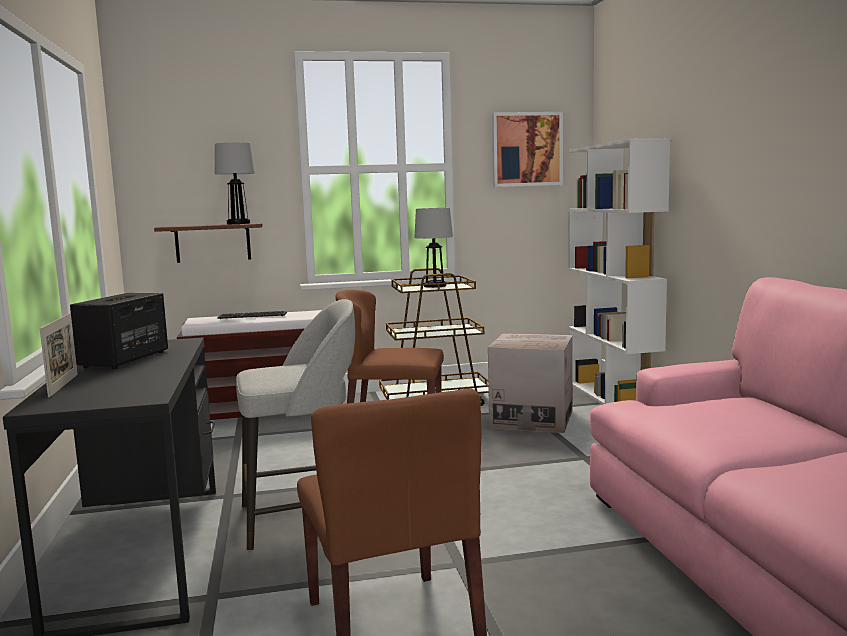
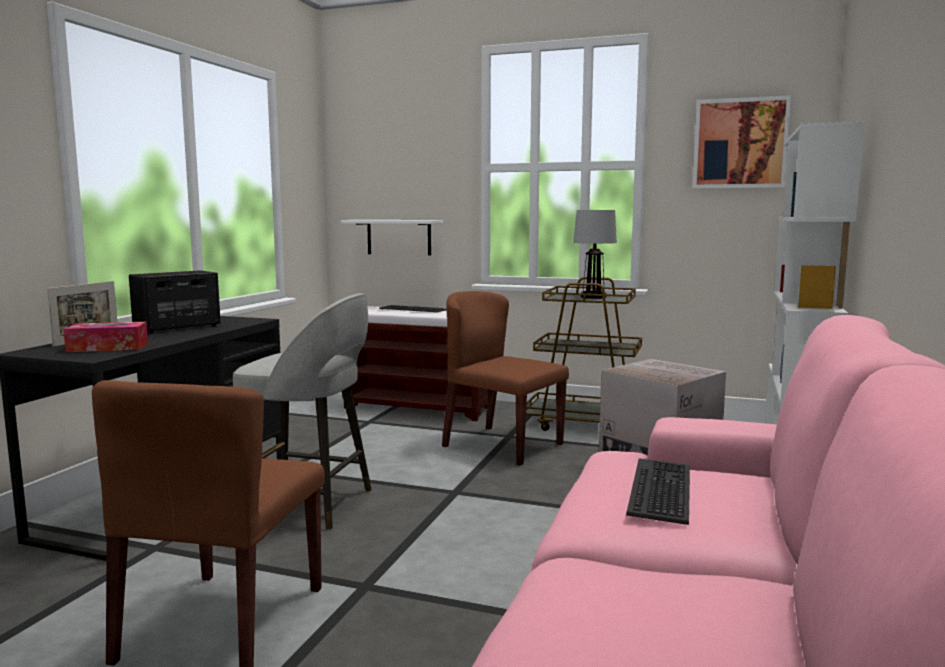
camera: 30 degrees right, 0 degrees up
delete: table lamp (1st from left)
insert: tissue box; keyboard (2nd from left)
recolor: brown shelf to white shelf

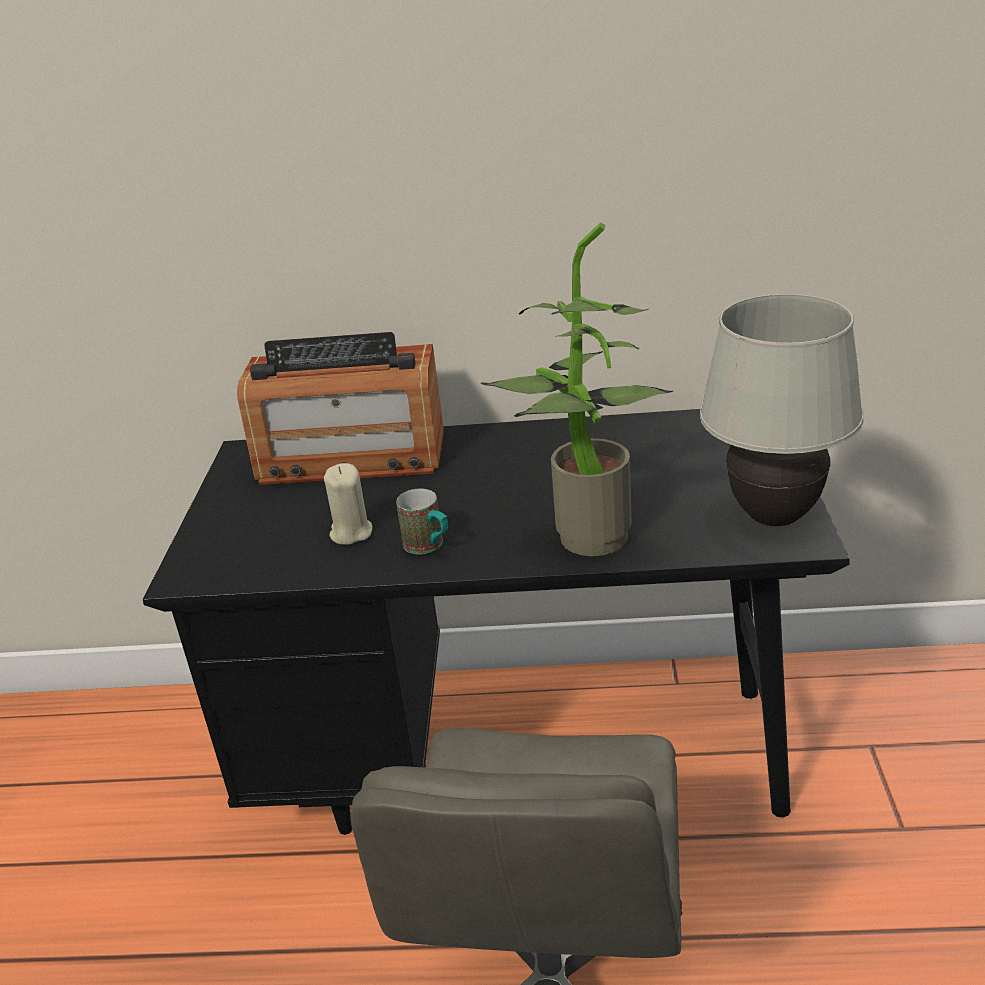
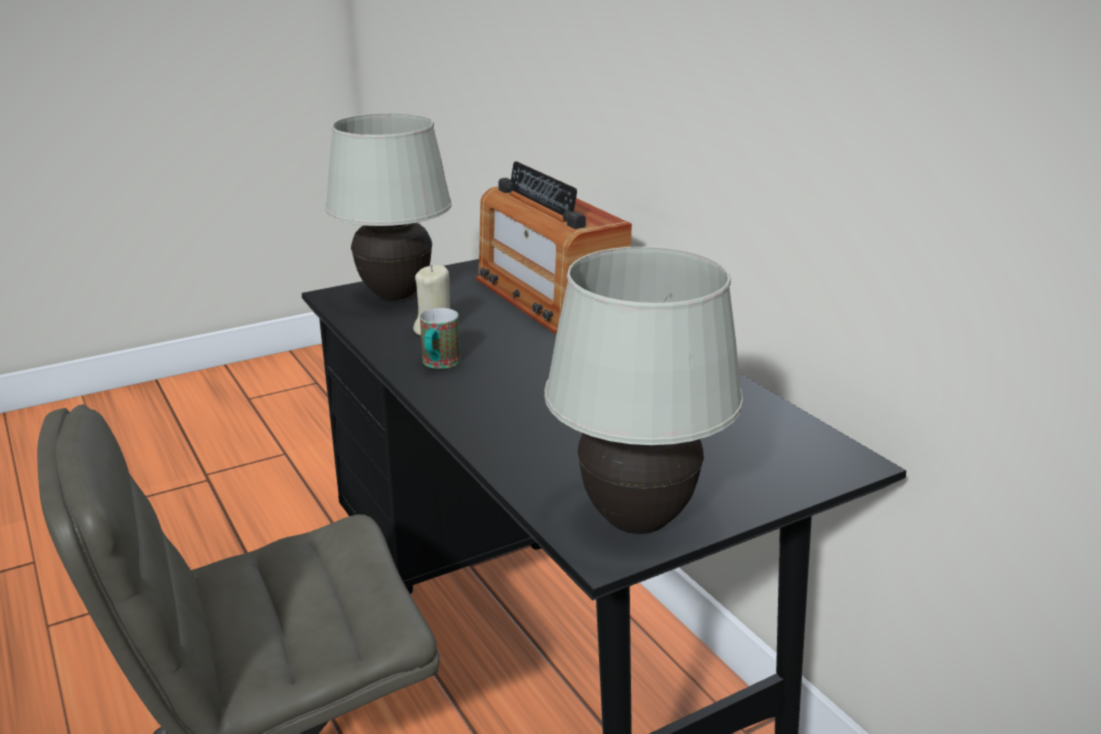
camera: 55 degrees right, 5 degrees down
delete: potted plant
insert: white table lamp (1st from left)

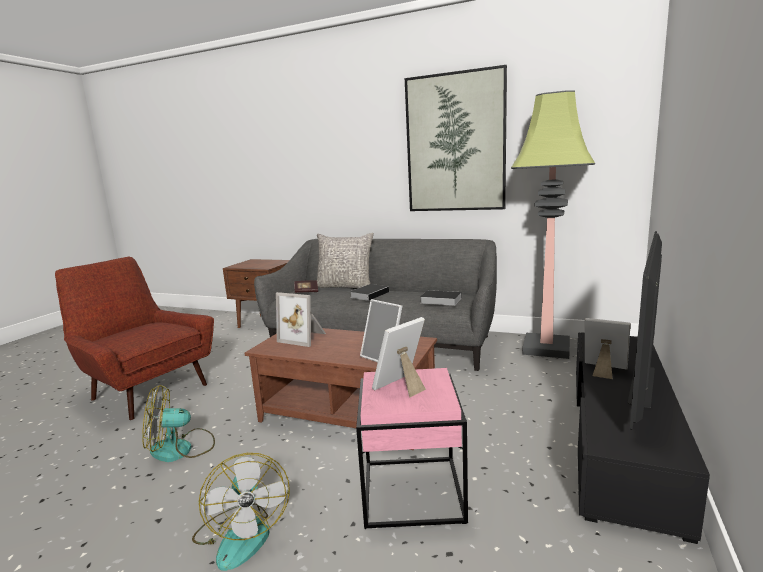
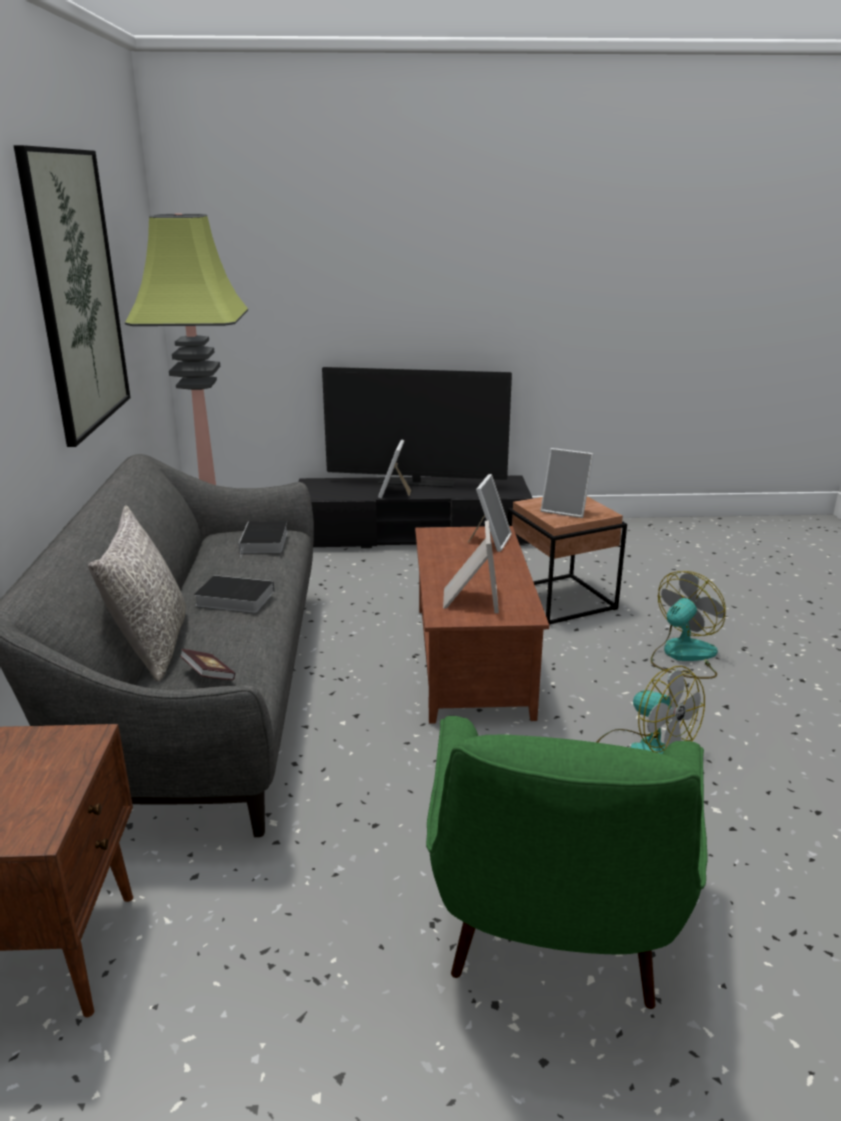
camera: 115 degrees left, 10 degrees up
recolor: red armchair to green armchair; pink side table to brown side table

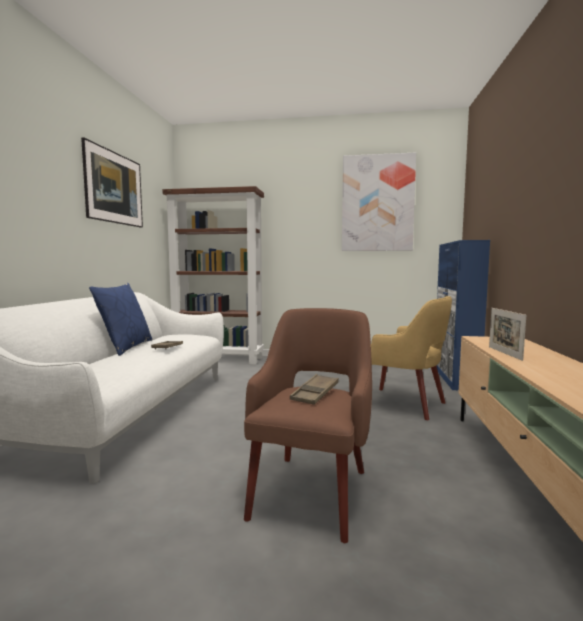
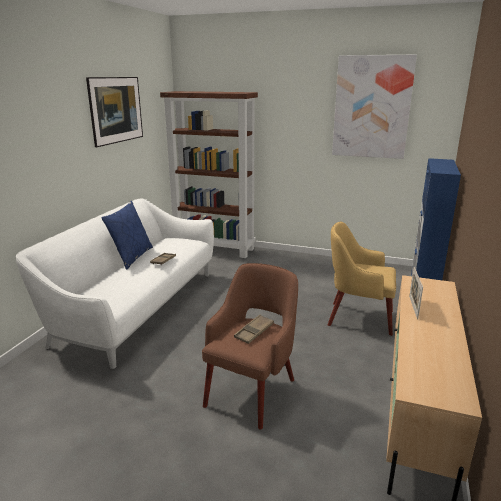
camera: 10 degrees right, 15 degrees up
rotate: yellow armchair 150 degrees clockwise

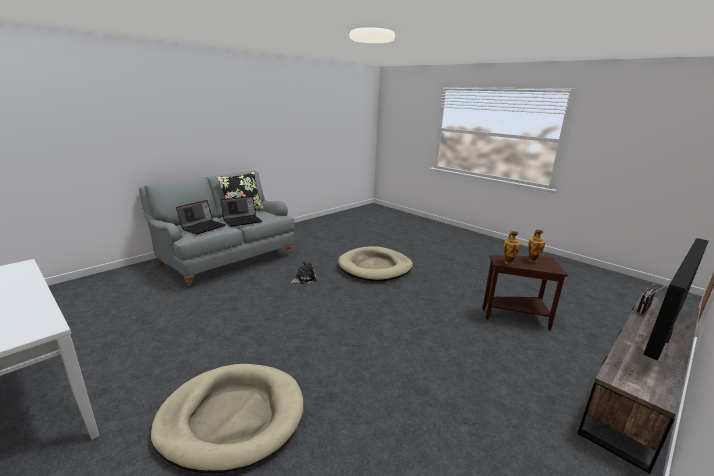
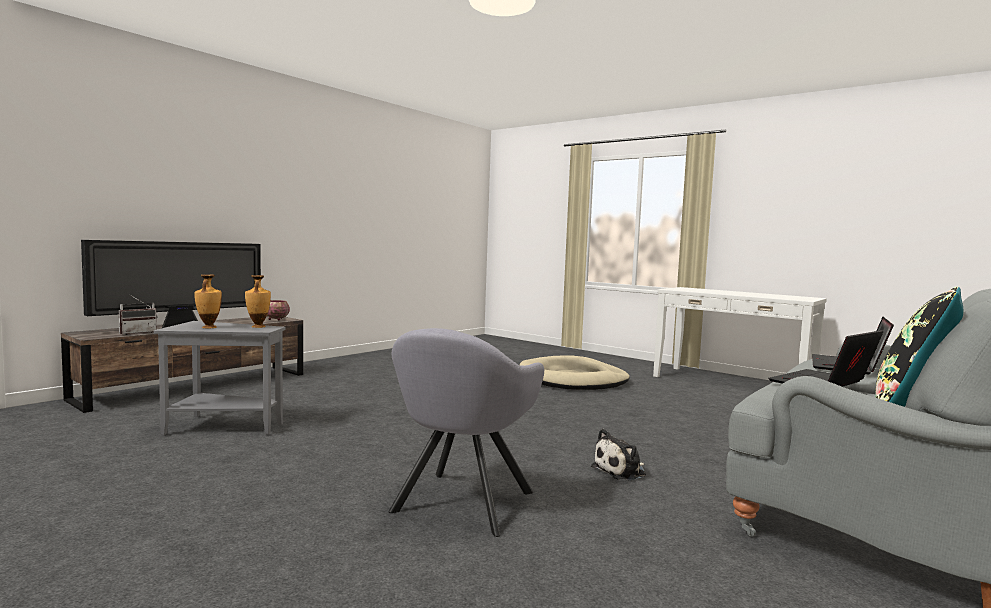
camera: 175 degrees right, 15 degrees down
insert: bowl
replace: beige dog bed (2nd from left) to grey armchair
recolor: brown side table to grey side table

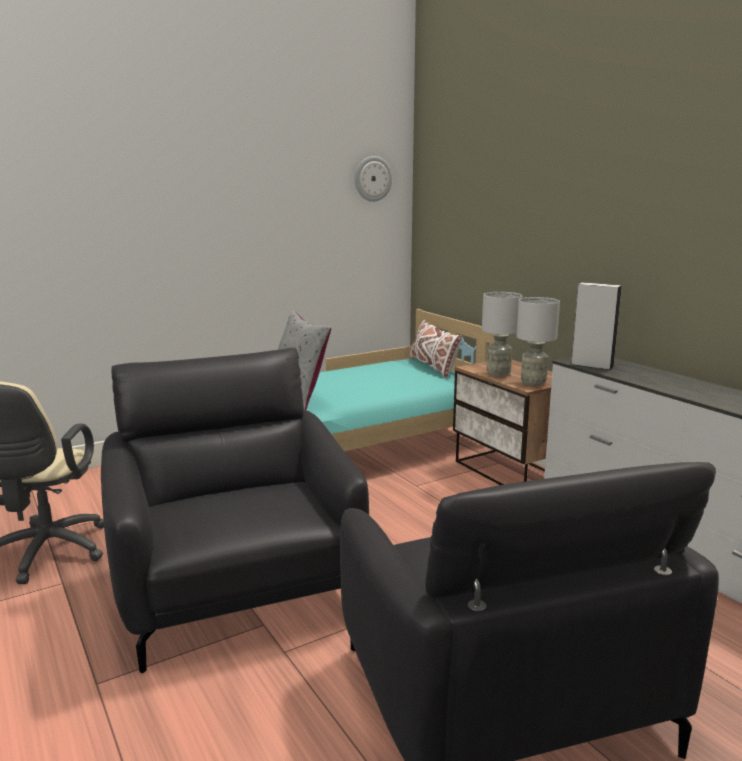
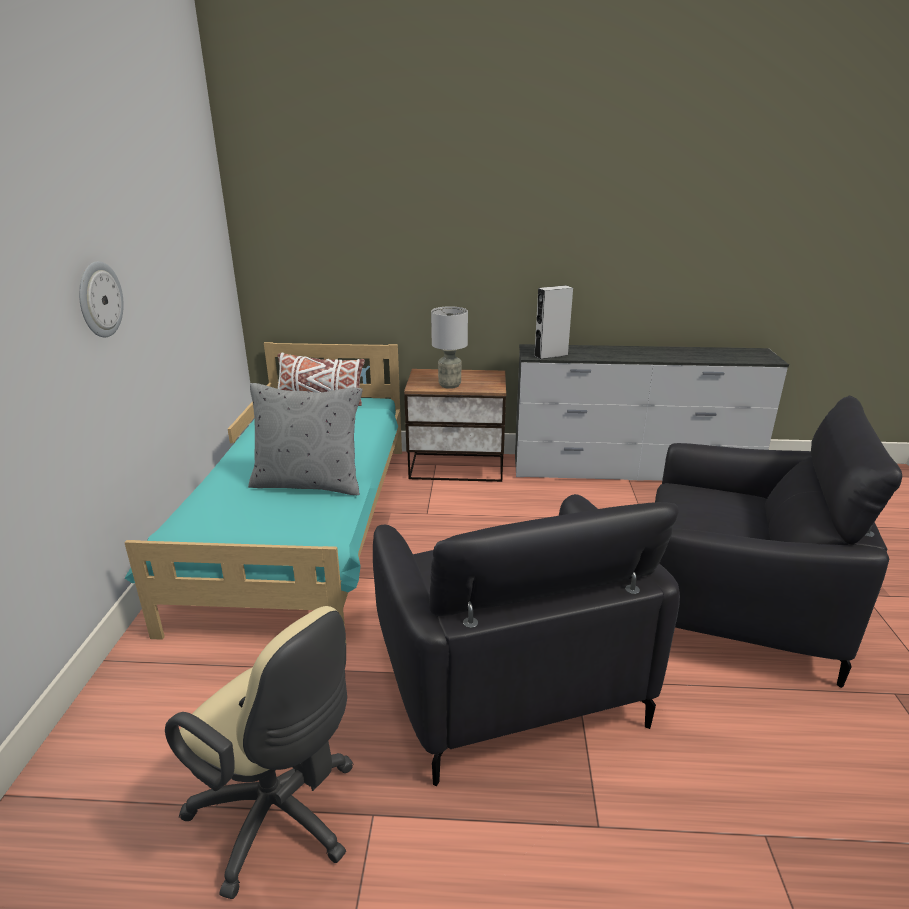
camera: 55 degrees left, 10 degrees up
delete: grey table lamp (2nd from left)
move: wall clock
rotate: black armchair (1st from left) 120 degrees counterclockwise

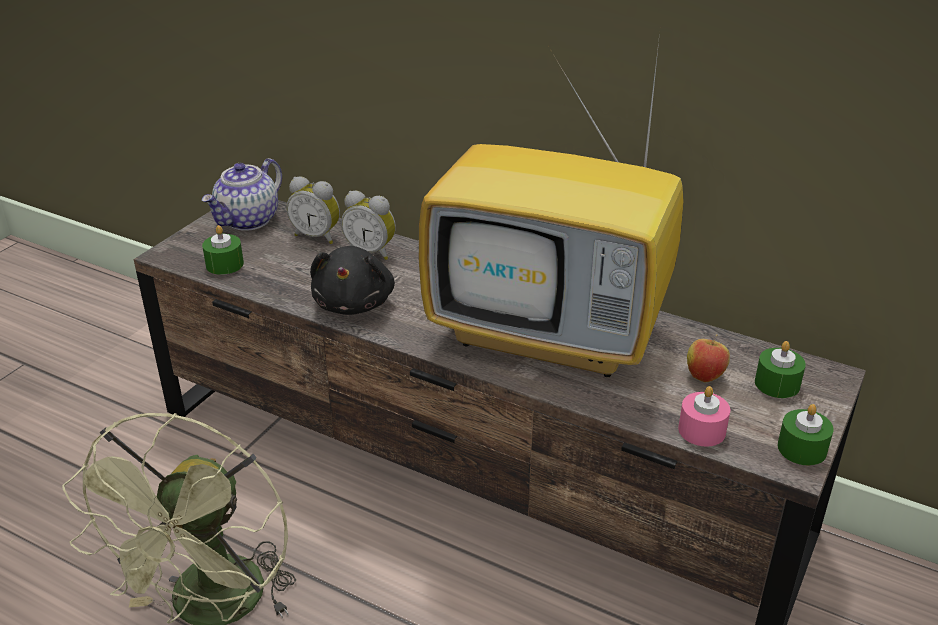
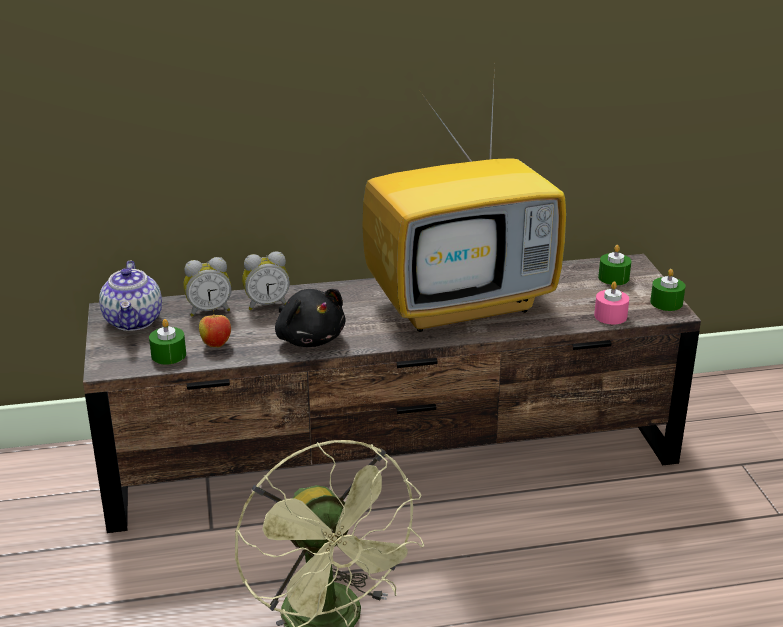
camera: 40 degrees left, 5 degrees down
move: apple

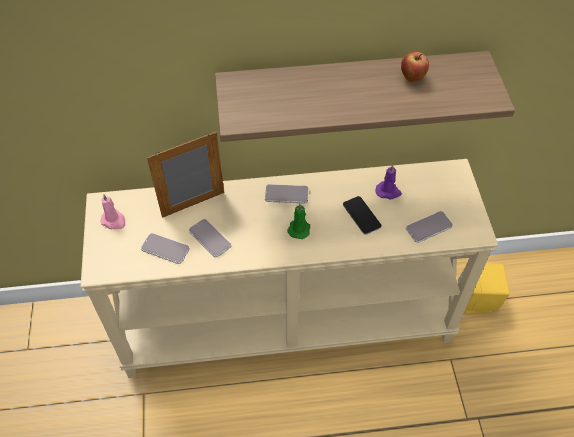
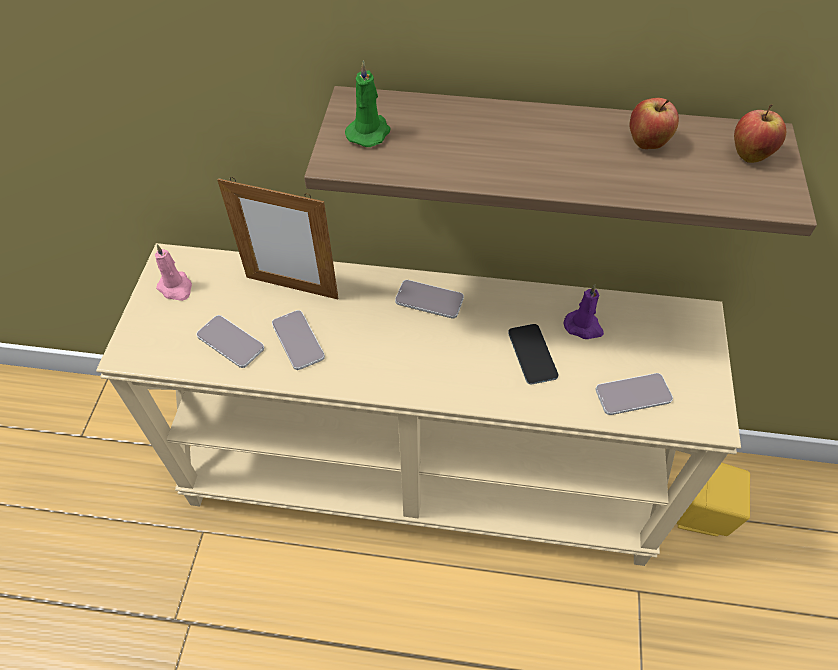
camera: 15 degrees right, 0 degrees up
insert: apple (2nd from left)
move: green candle
rotate: picture frame 150 degrees counterclockwise

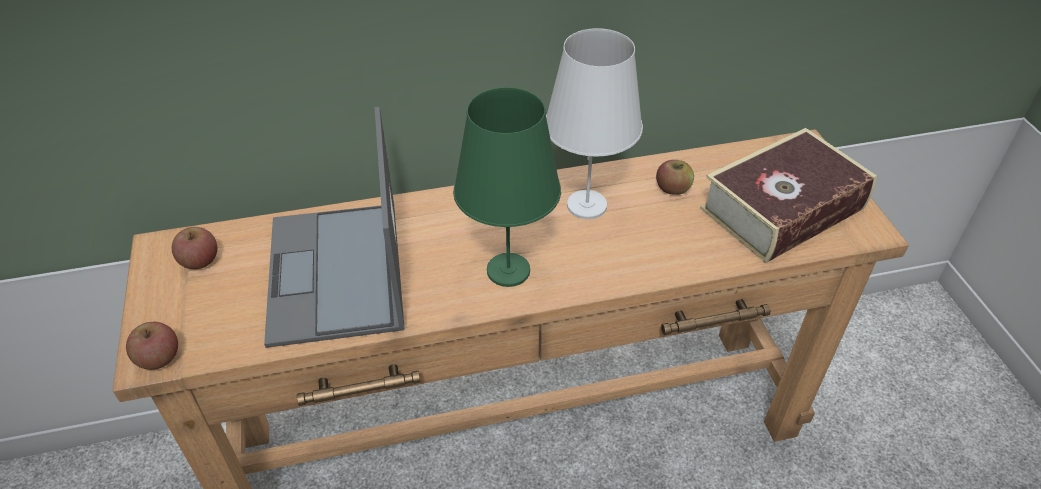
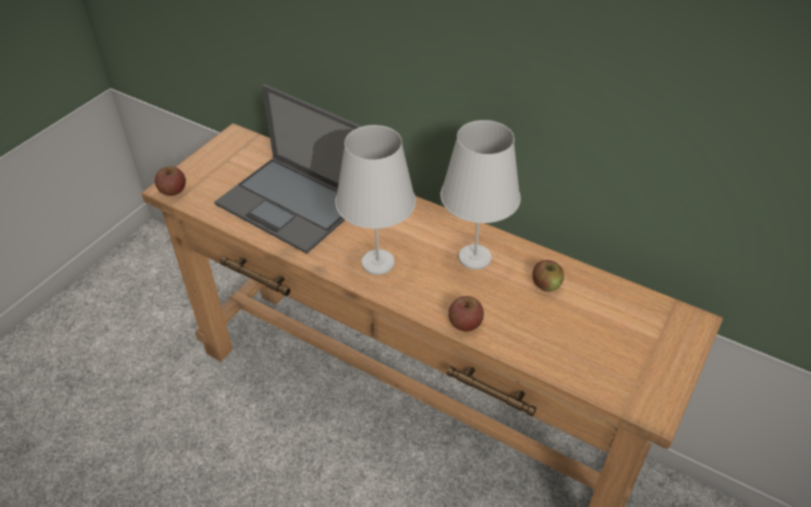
camera: 45 degrees right, 0 degrees up
delete: book
move: apple (2nd from left)
recolor: green table lamp to white table lamp (1st from left)
rotate: laptop 90 degrees counterclockwise

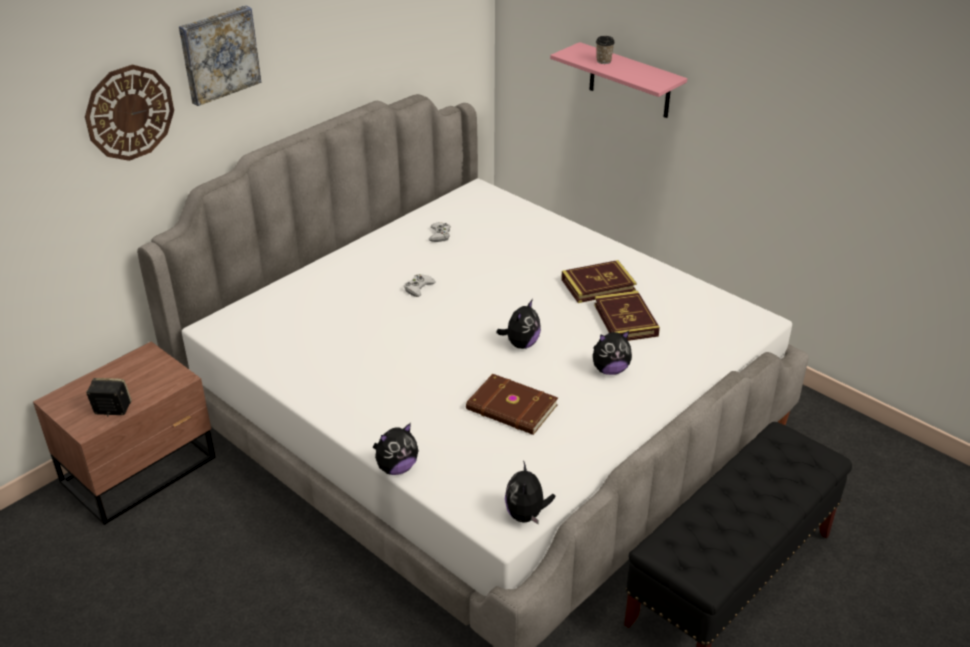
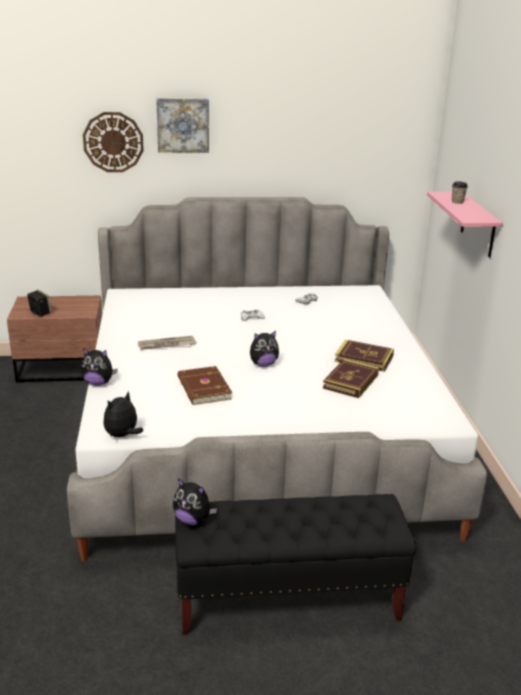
camera: 40 degrees right, 10 degrees down
insert: newspaper
move: plush toy (4th from left in the first image) to plush toy (3rd from left)

